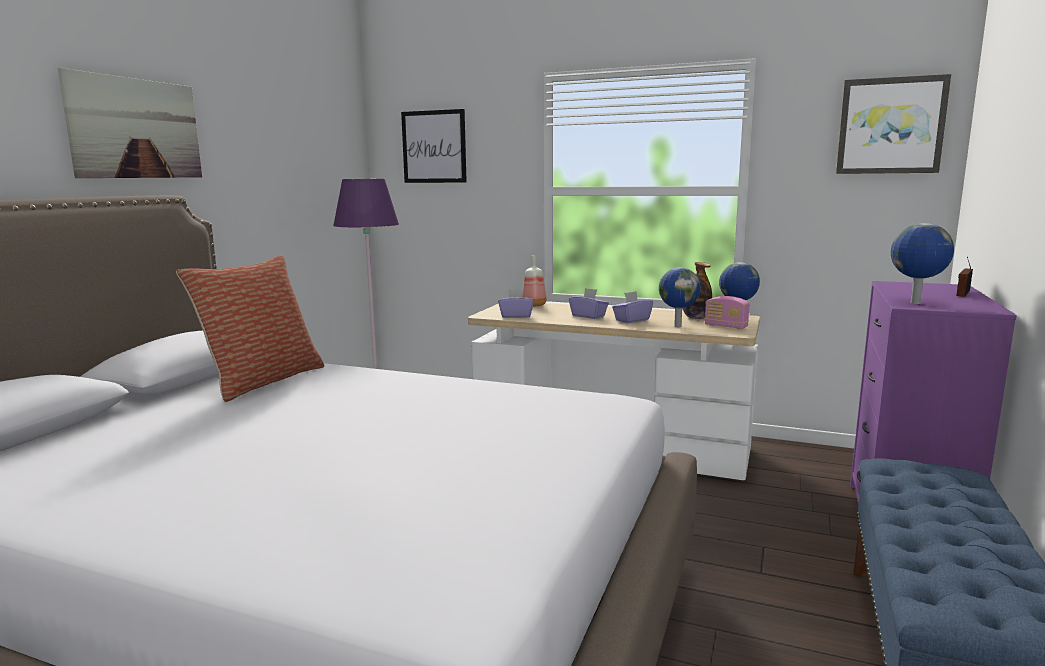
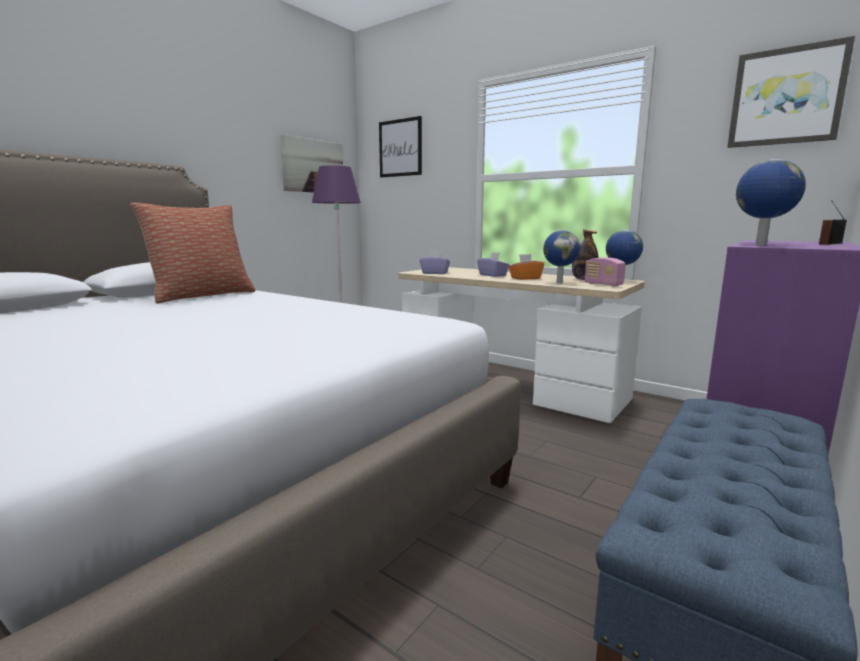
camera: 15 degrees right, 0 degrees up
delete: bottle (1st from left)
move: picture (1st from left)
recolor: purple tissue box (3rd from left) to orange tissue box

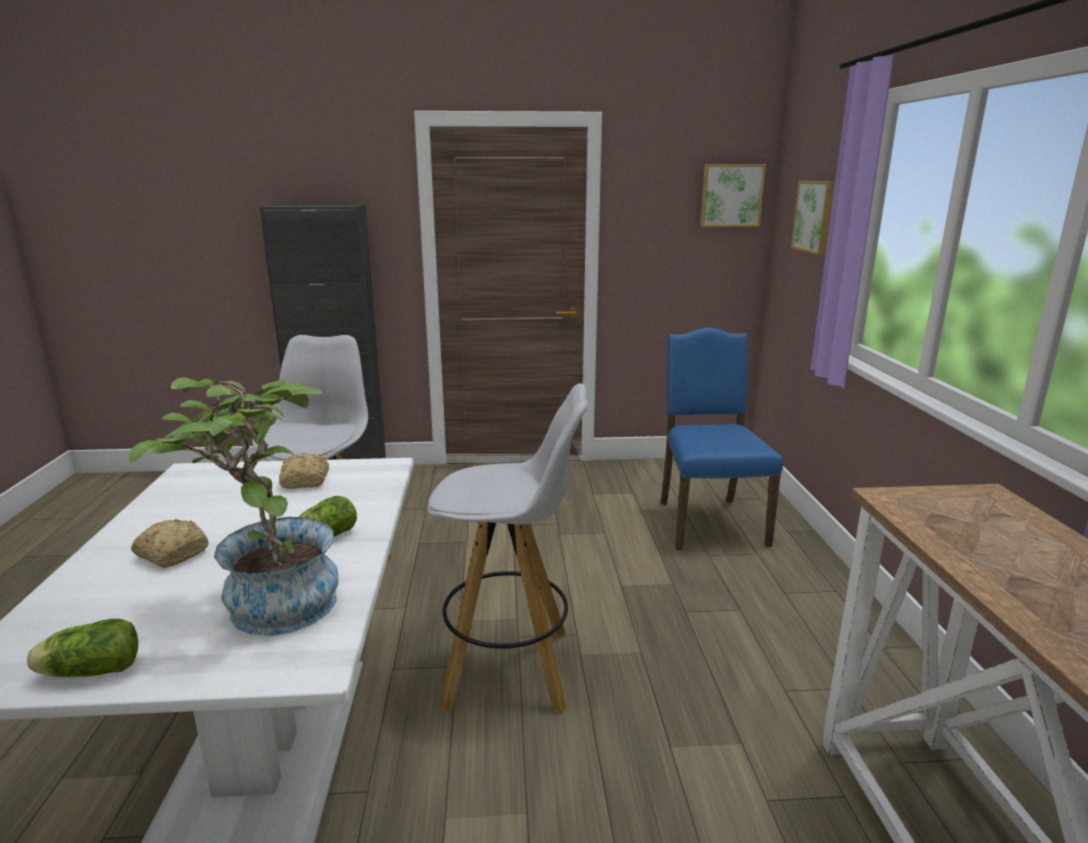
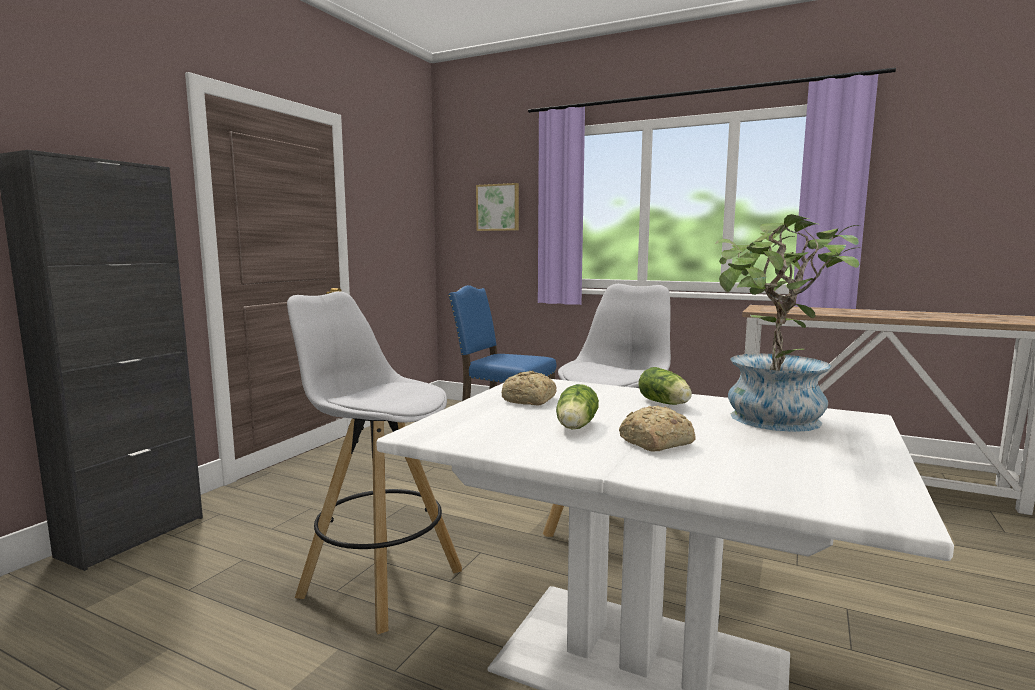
camera: 60 degrees left, 10 degrees down
delete: picture (1st from left)
move: lettuce (1st from left)

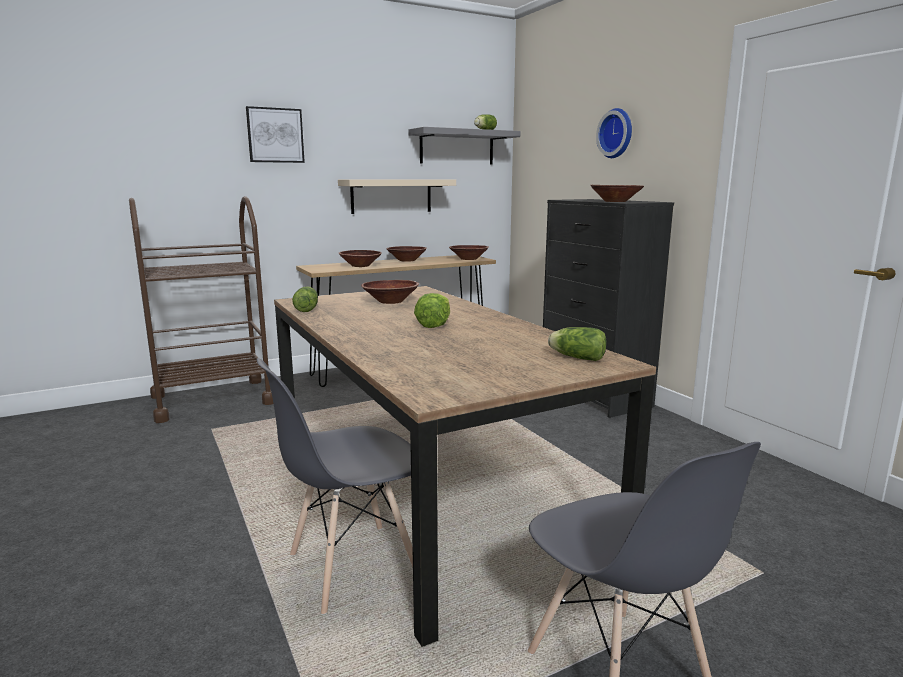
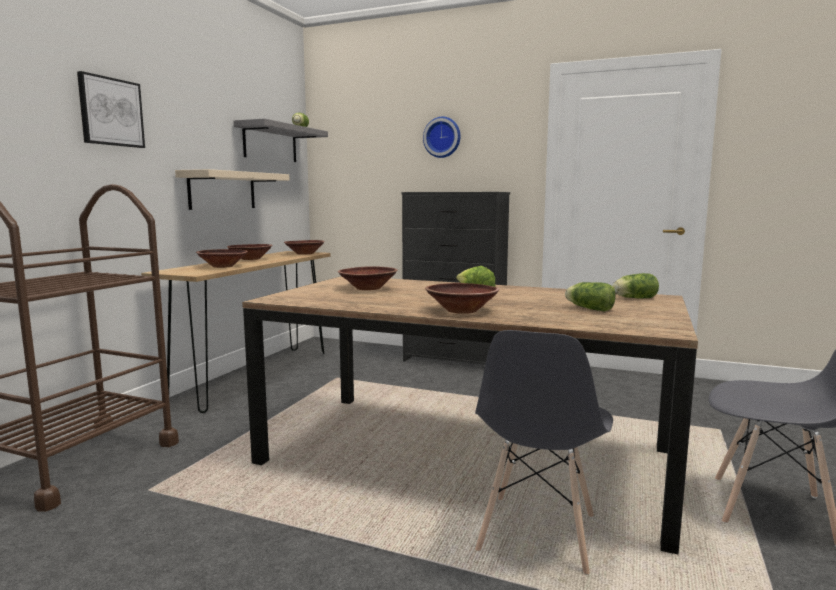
camera: 40 degrees left, 5 degrees down
move: brown bowl (5th from left); lettuce (1st from left in the first image) to lettuce (3rd from left)

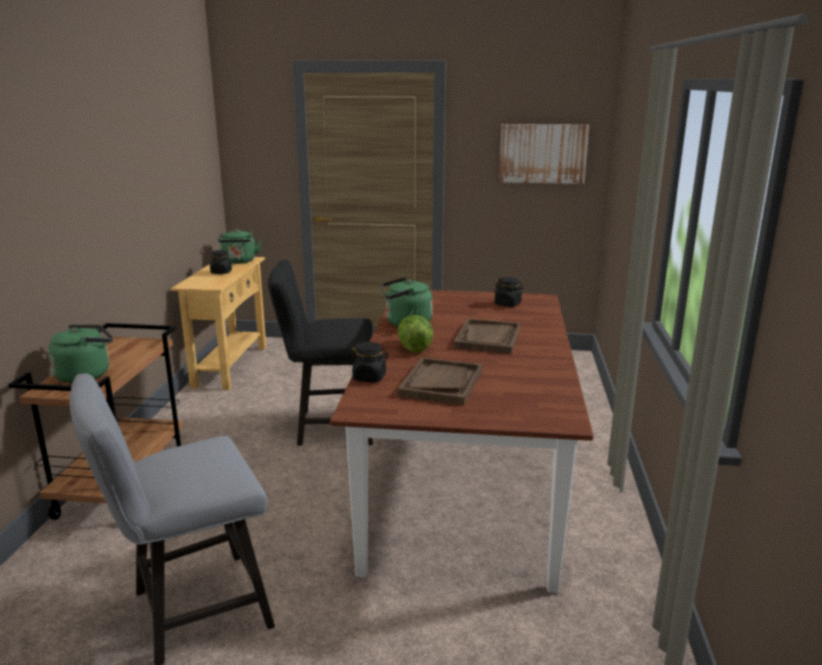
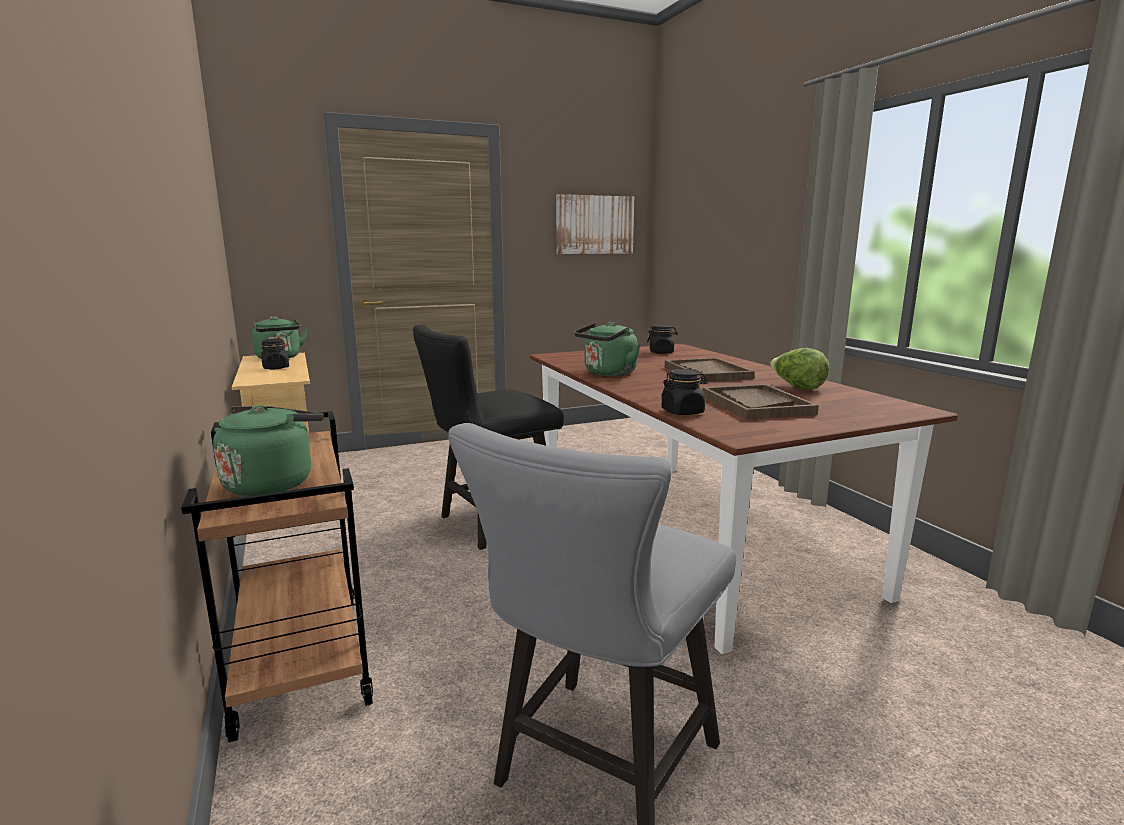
camera: 30 degrees left, 5 degrees down
move: lettuce

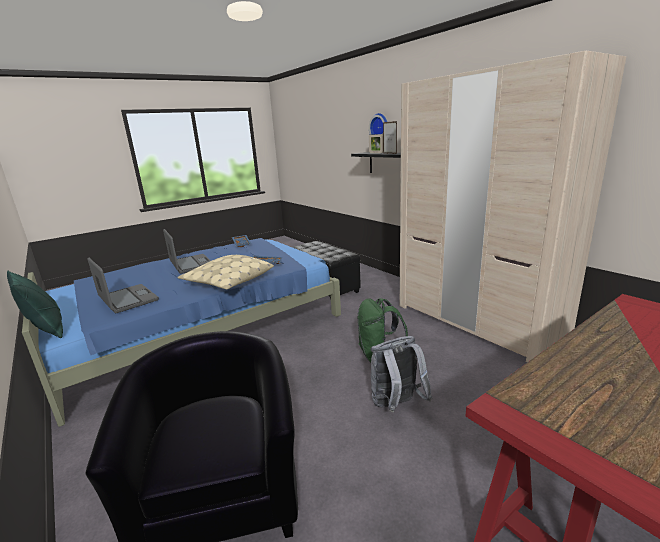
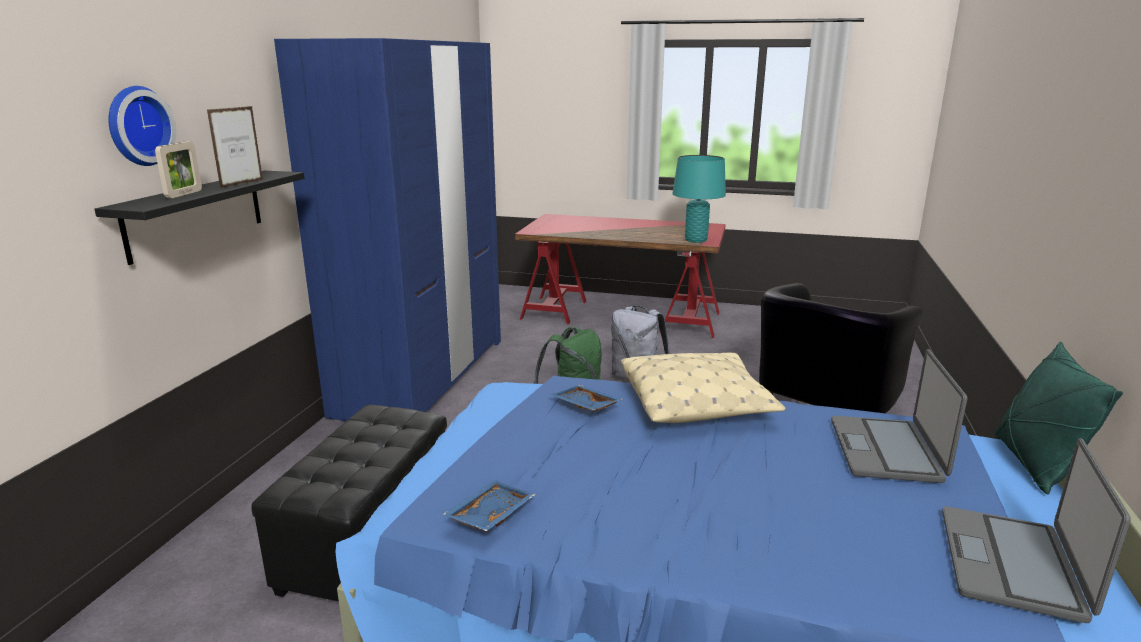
camera: 130 degrees left, 0 degrees up
insert: turquoise table lamp
move: laptop (2nd from left)
recolor: beige wardrobe to blue wardrobe

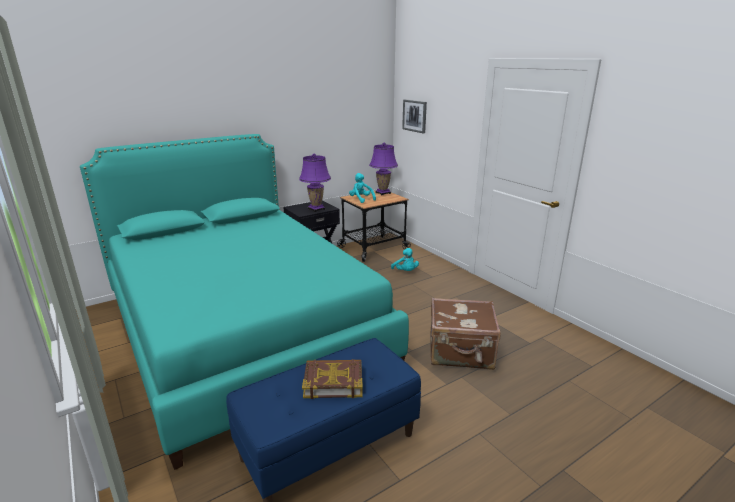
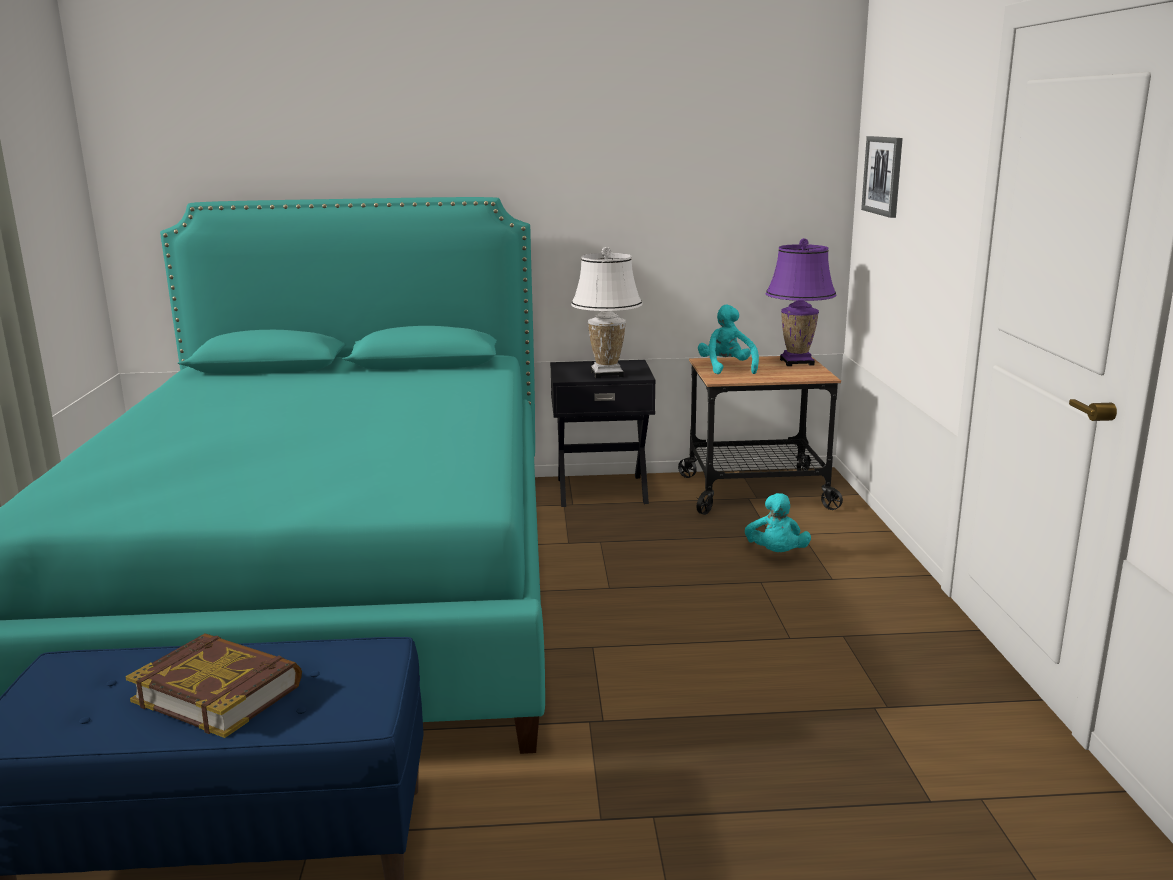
camera: 30 degrees right, 5 degrees down
delete: brown suitcase
recolor: purple table lamp (1st from left) to white table lamp

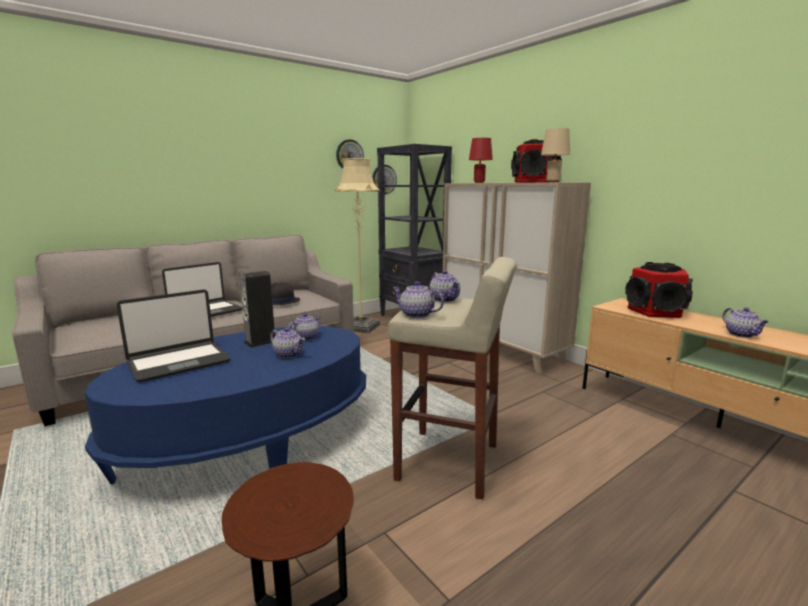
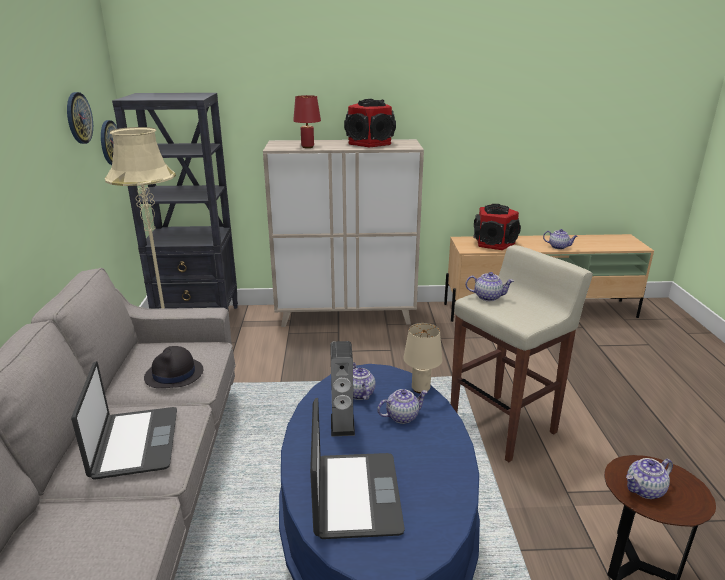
camera: 55 degrees left, 10 degrees up
move: beige table lamp; teapot (3rd from left in the first image) to teapot (5th from left)

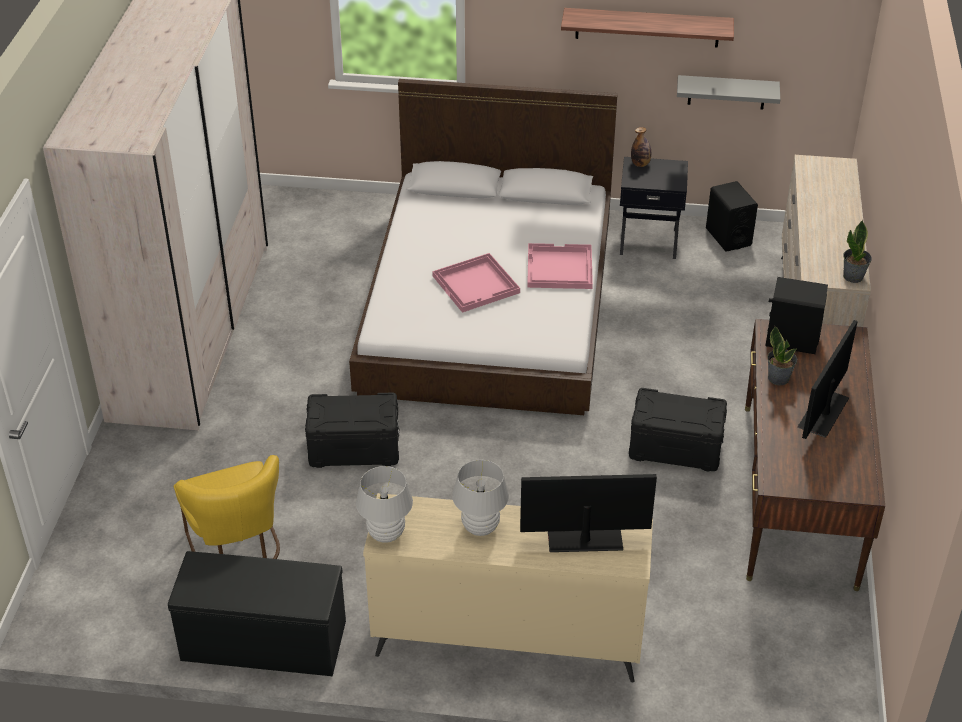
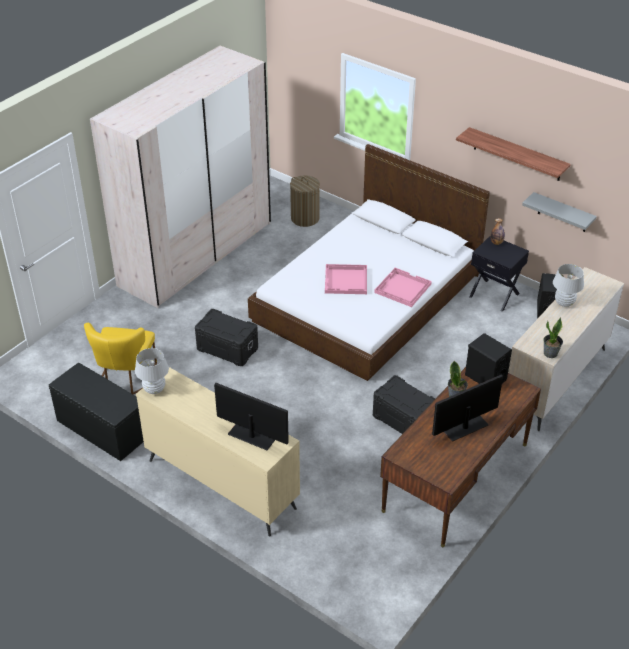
camera: 30 degrees right, 0 degrees up
insert: laundry basket
move: white table lamp (2nd from left)

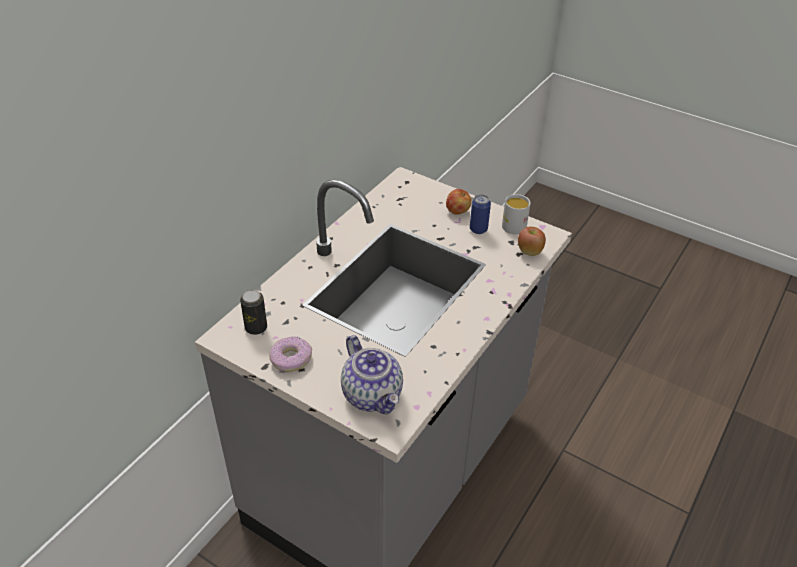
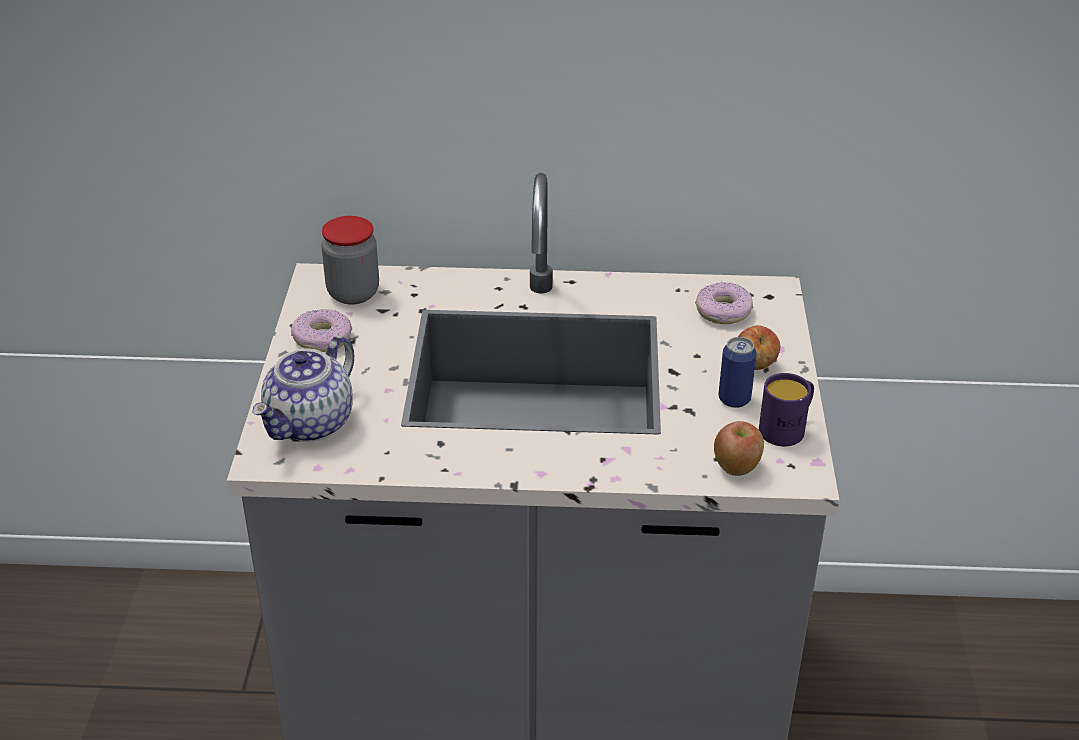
camera: 60 degrees right, 5 degrees down
insert: donut (2nd from left)
replace: can (1st from left) to jar
recolor: white mug to purple mug

